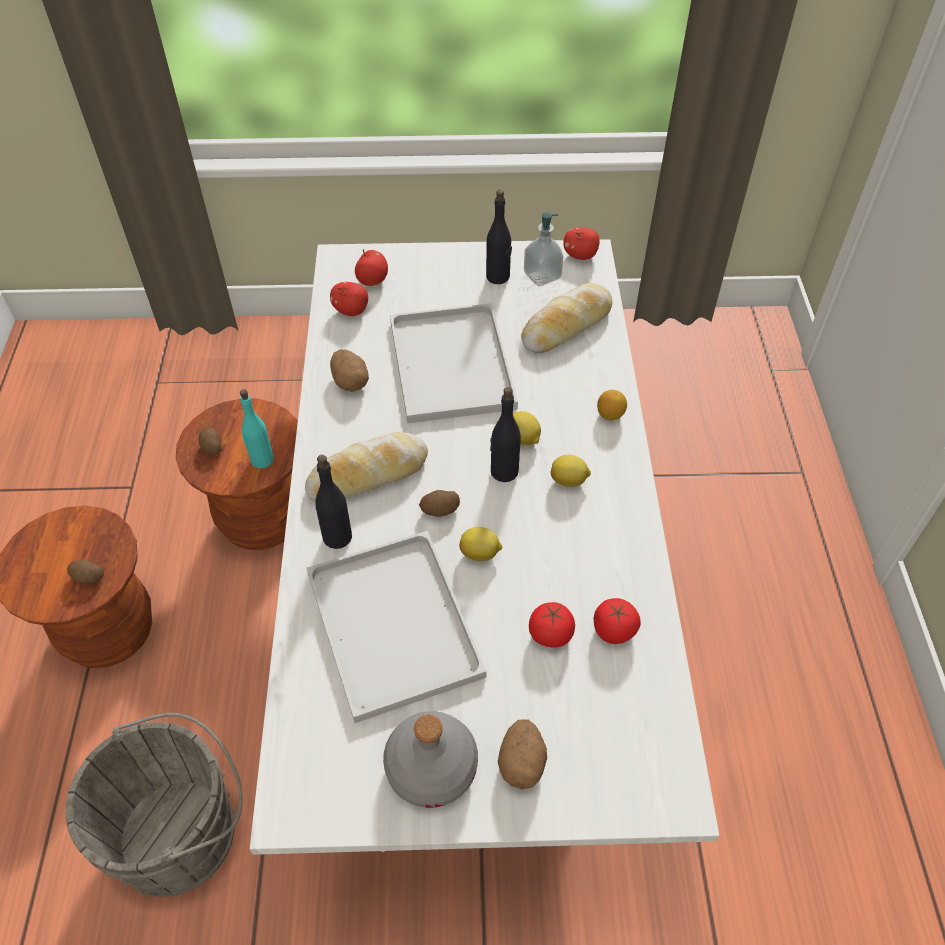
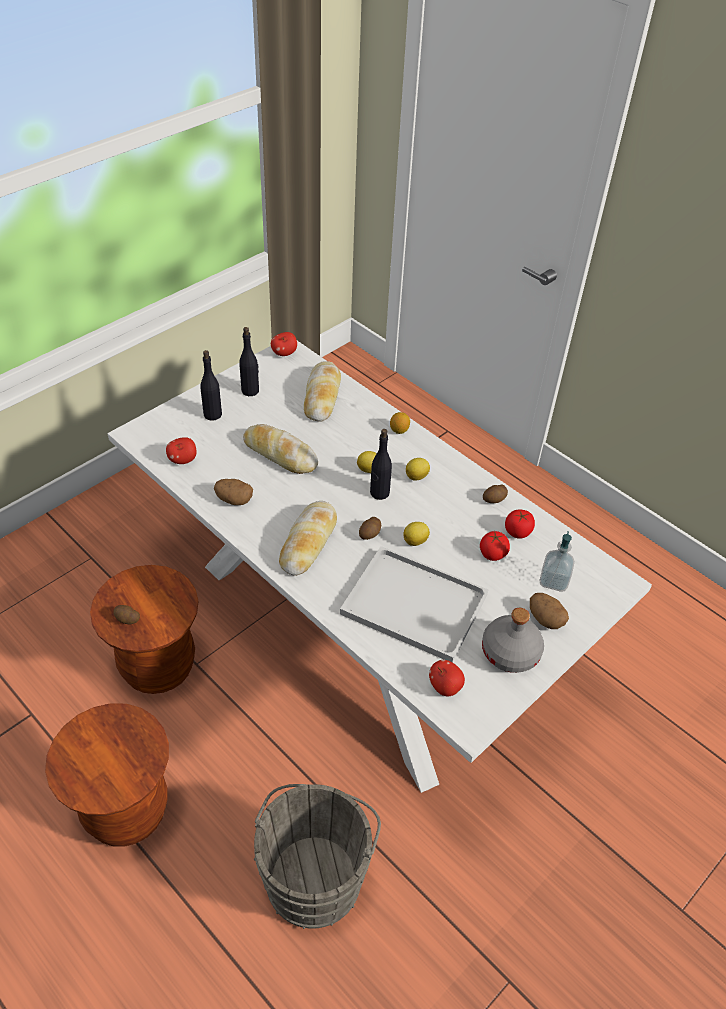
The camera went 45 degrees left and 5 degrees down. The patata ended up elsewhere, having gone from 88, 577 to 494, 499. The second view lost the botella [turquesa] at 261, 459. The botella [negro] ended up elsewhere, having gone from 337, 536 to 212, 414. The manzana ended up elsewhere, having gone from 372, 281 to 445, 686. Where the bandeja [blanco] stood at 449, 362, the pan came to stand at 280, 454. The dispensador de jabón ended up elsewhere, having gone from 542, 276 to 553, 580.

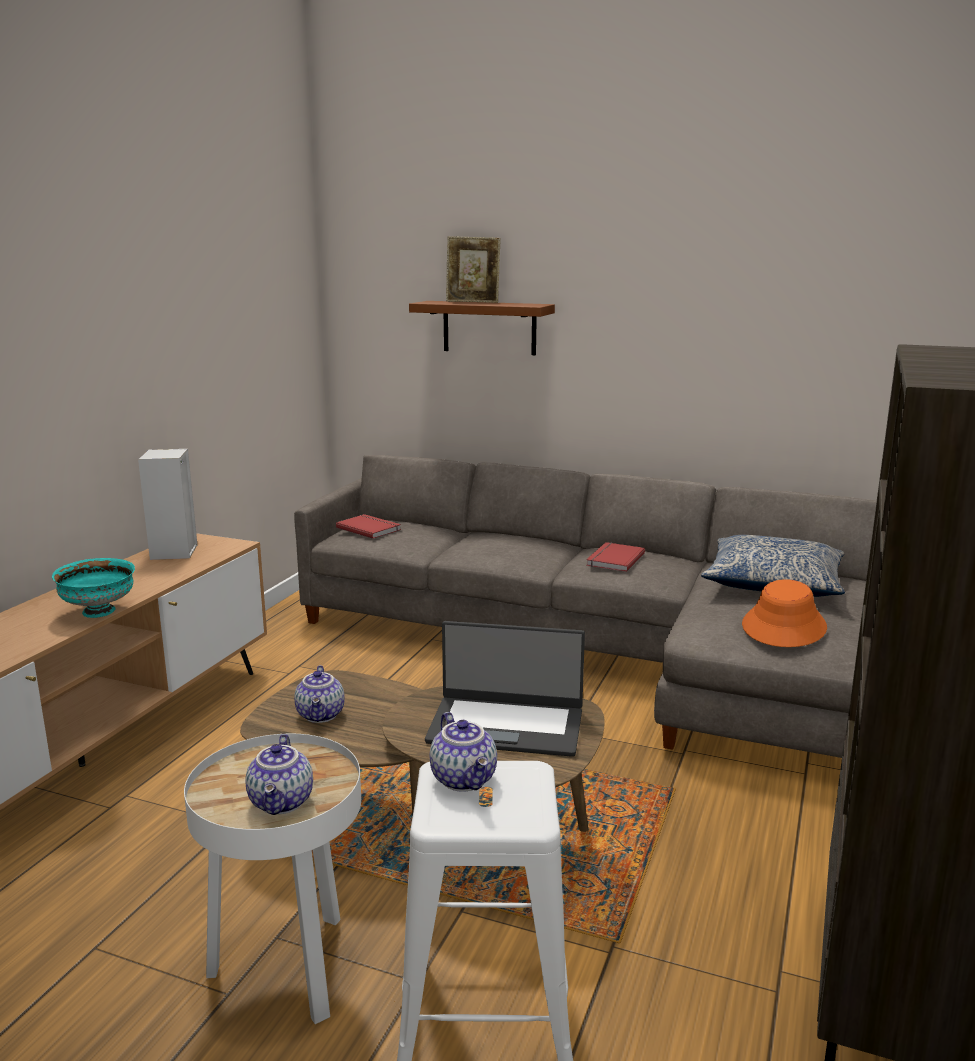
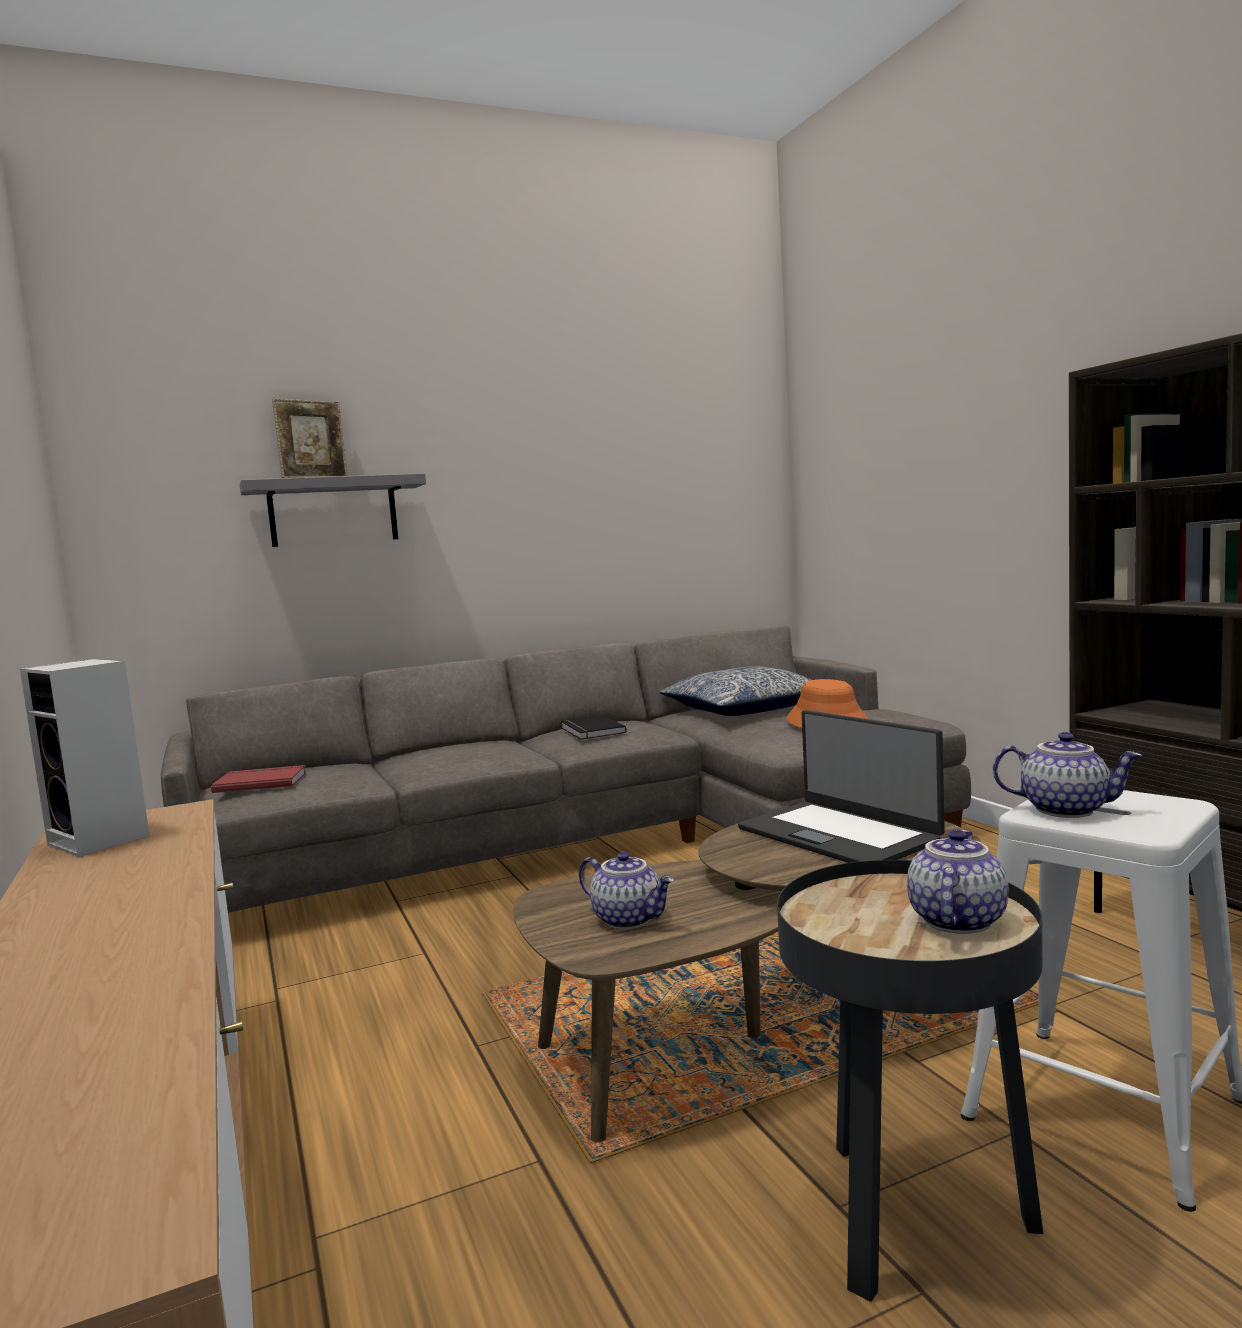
The camera went 45 degrees left and 10 degrees down. The second view lost the cuenco [turquesa] at 100, 612. What was the mesa auxiliar [blanco] at 290, 967 turned into the mesa auxiliar [negro] at 913, 1216. The tetera at 283, 802 ended up facing another way, 105 degrees counterclockwise from before. What was the estante [marrón] at 489, 327 turned into the estante [gris] at 333, 512. The portátil at 506, 726 ended up facing another way, 90 degrees clockwise from before. What was the libro [rojo] at 613, 559 turned into the libro [negro] at 590, 731.

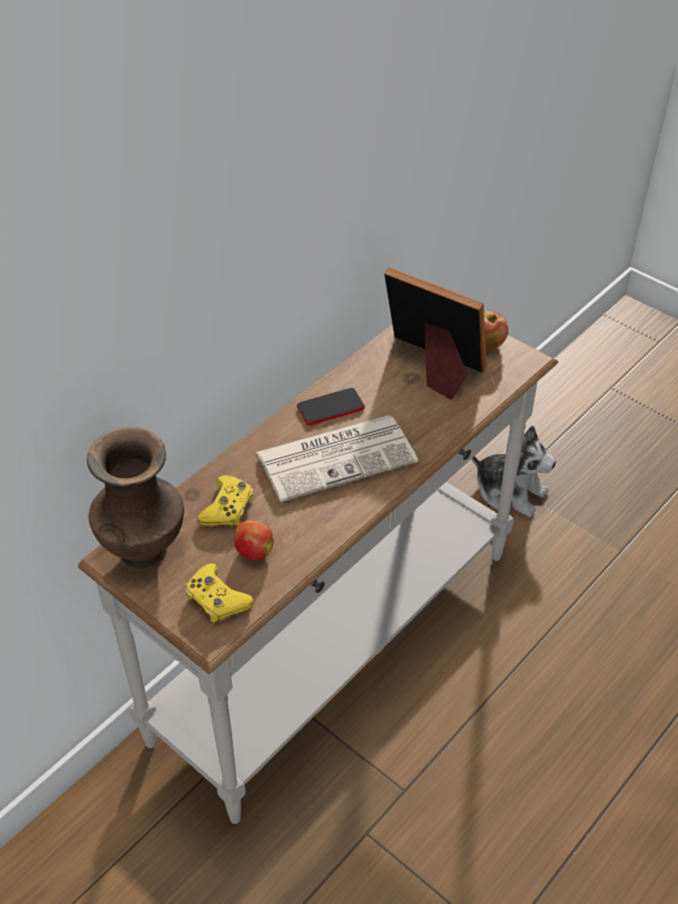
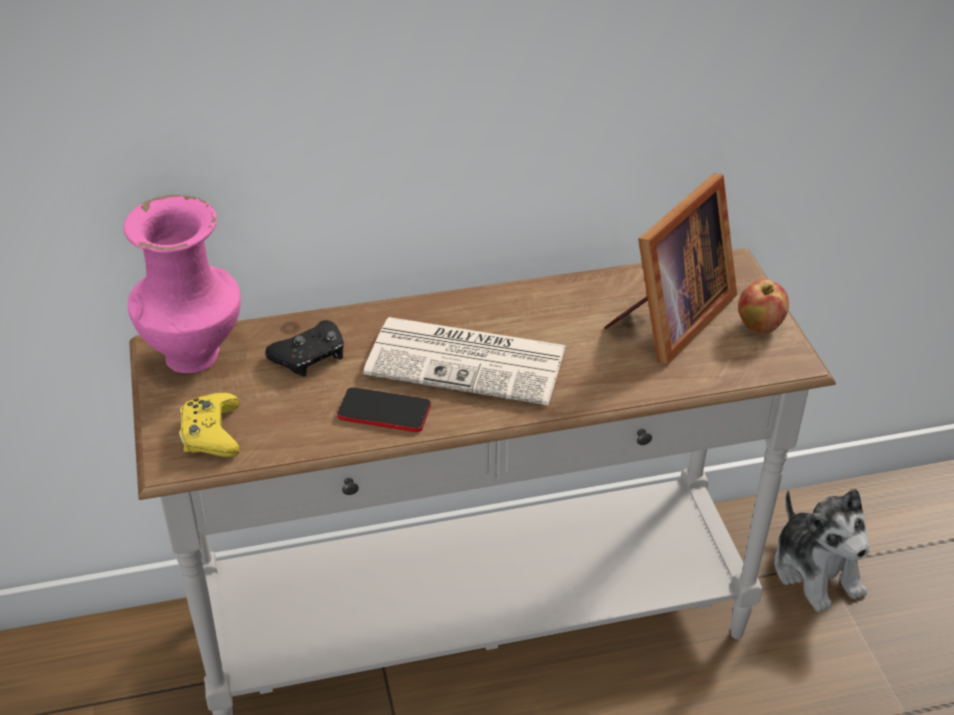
The camera went 35 degrees right and 5 degrees down. What was the florero [marrón] at 144, 549 turned into the florero [rosa] at 195, 354. What was the mando de consola [amarillo] at 228, 508 turned into the mando de consola [negro] at 310, 356. The second view lost the manzana at 253, 551. The móvil ended up elsewhere, having gone from 330, 408 to 384, 411. The portarretratos at 433, 366 ended up facing another way, 60 degrees clockwise from before.

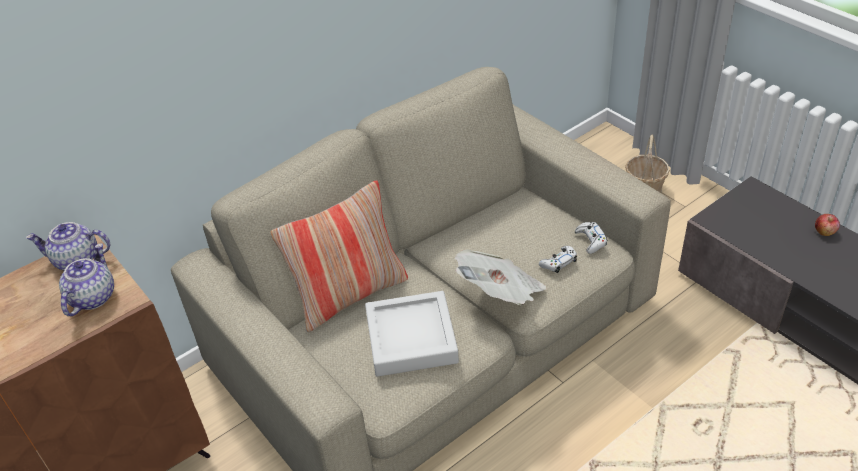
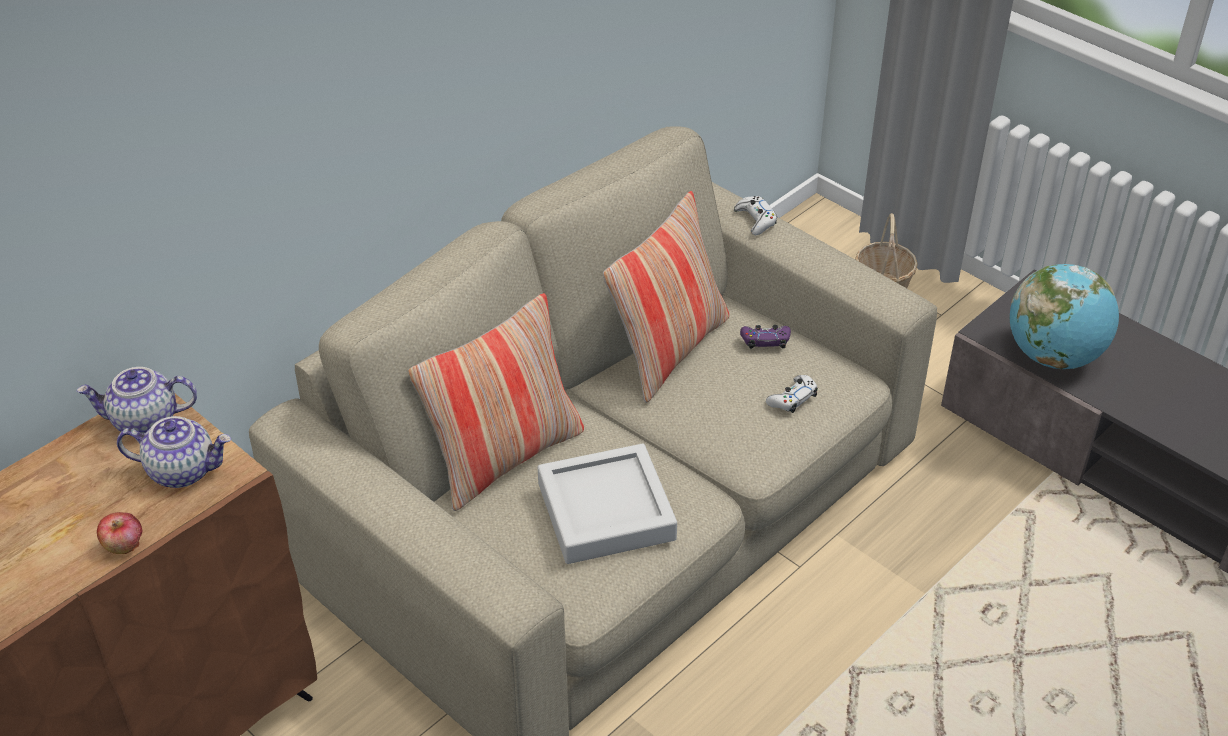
The camera went 10 degrees left and 0 degrees up. The tetera at 92, 297 ended up facing another way, 90 degrees clockwise from before. The second view lost the periódico at 501, 293. The mando de consola [blanco] ended up elsewhere, having gone from 591, 240 to 755, 220. The manzana ended up elsewhere, having gone from 824, 232 to 124, 545. The second view gained the cojín at 668, 350. The second view gained the mando de consola [morado] at 765, 340. The second view gained the globo terráqueo at 1054, 356.

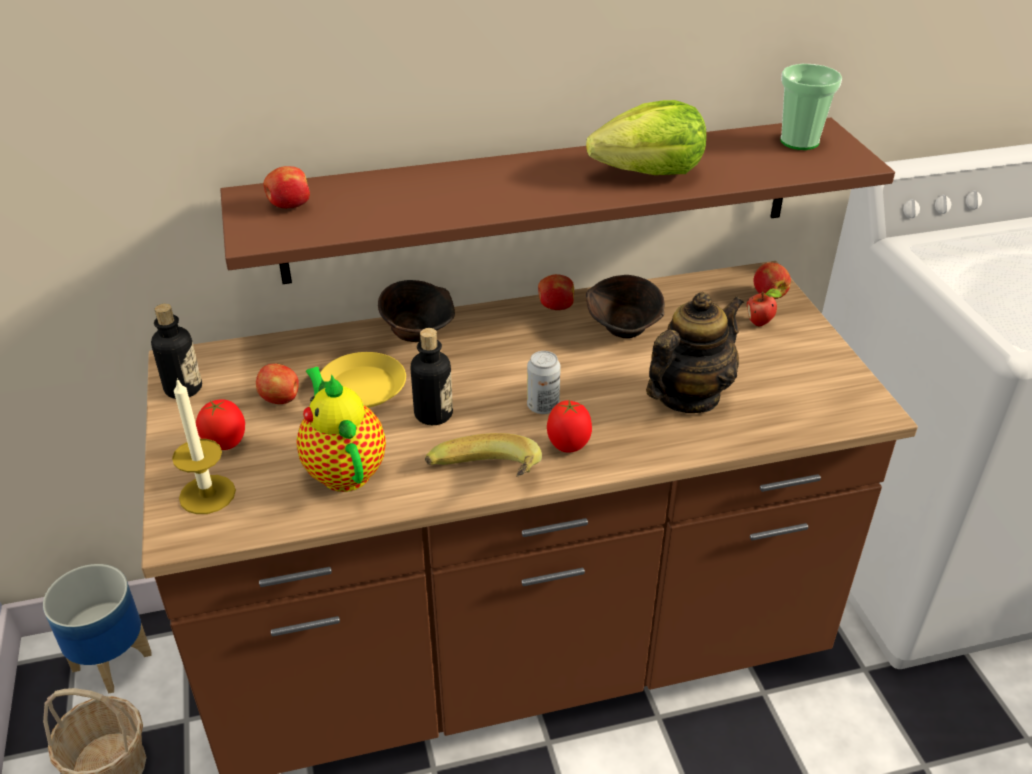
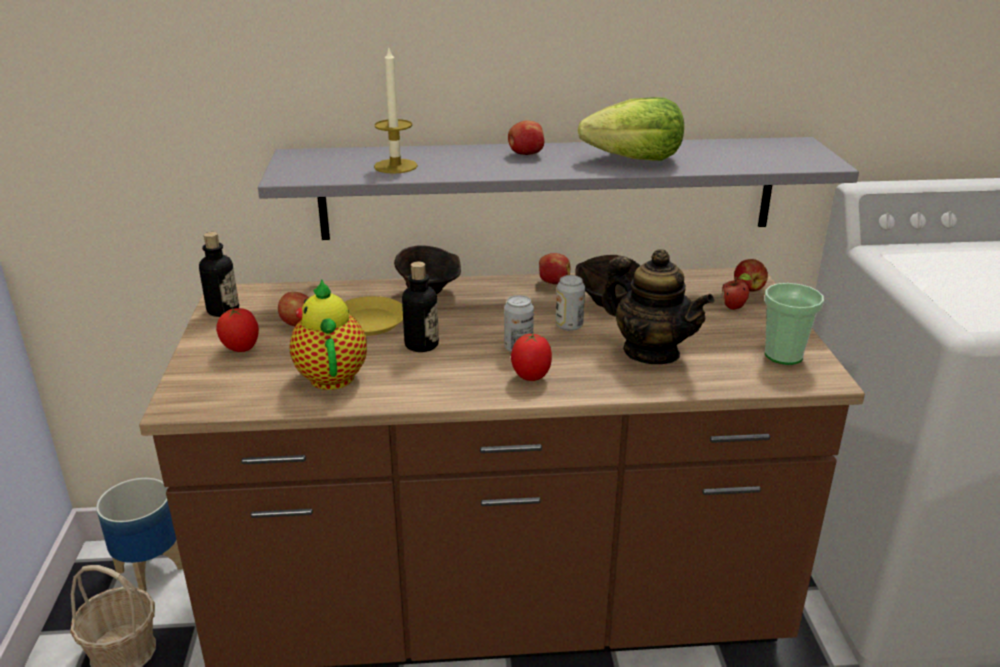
The camera went 10 degrees right and 10 degrees down. The vela ended up elsewhere, having gone from 207, 494 to 395, 166. What was the estante [marrón] at 543, 200 turned into the estante [gris] at 548, 188. The manzana ended up elsewhere, having gone from 289, 206 to 525, 154. The second view lost the plátano at 486, 483. The tetera at 687, 396 ended up facing another way, 75 degrees clockwise from before. The taza ended up elsewhere, having gone from 799, 141 to 783, 355. The second view gained the lata at 569, 326.

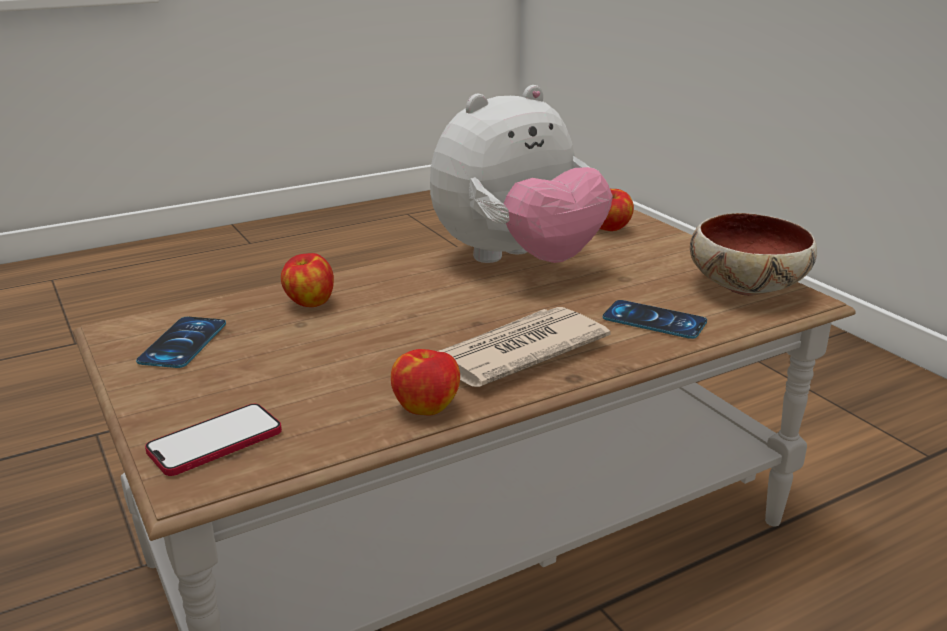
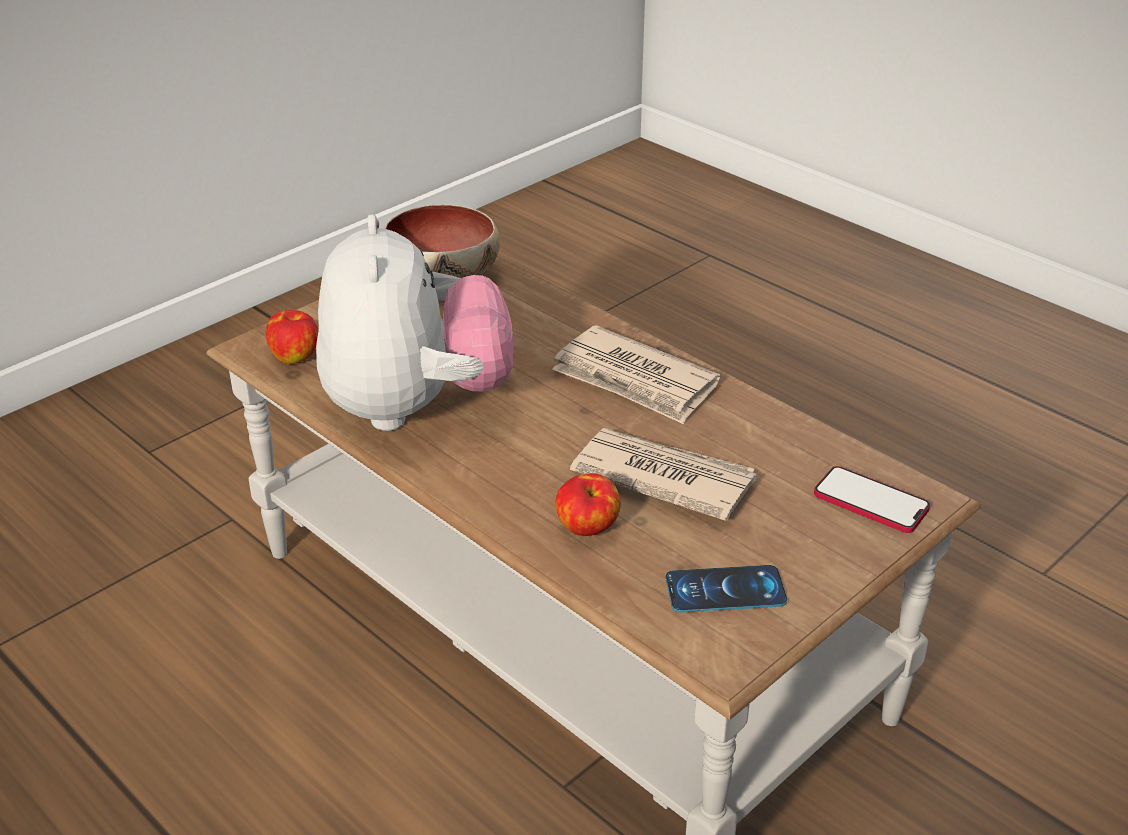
The camera went 105 degrees left and 10 degrees up. The second view lost the manzana at 426, 407. The peluche at 517, 261 ended up facing another way, 45 degrees clockwise from before. The second view lost the móvil at 654, 320. The second view gained the periódico at 662, 477.

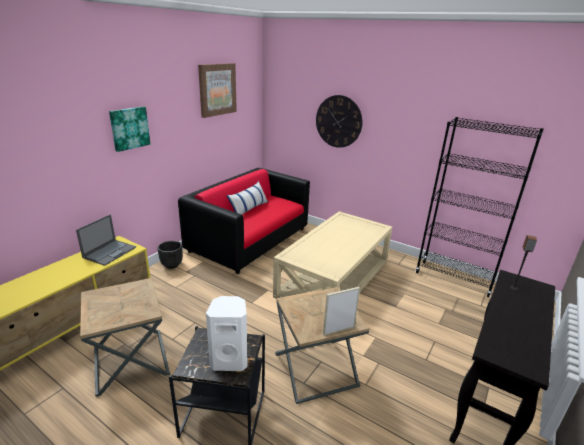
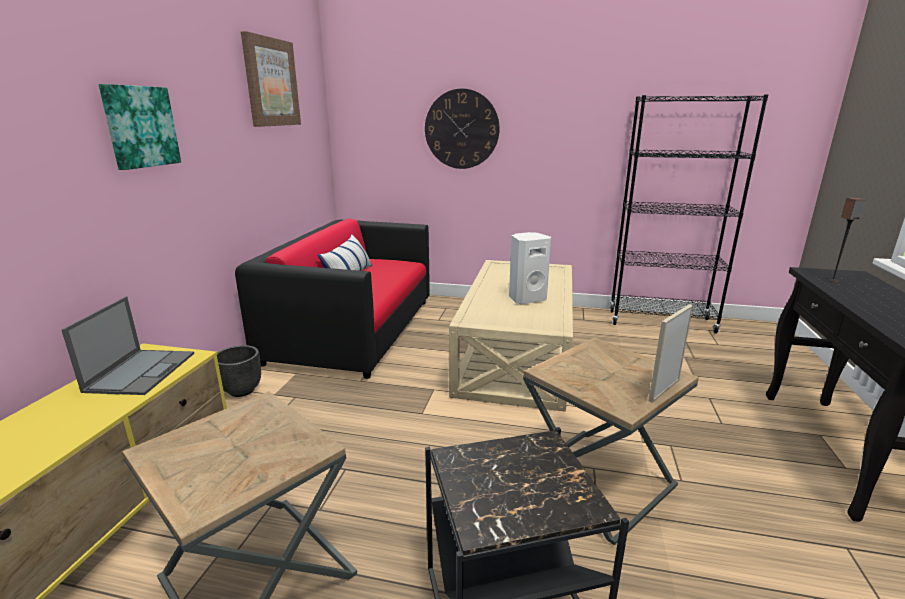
The camera went 20 degrees left and 5 degrees down. The altavoz [blanco] ended up elsewhere, having gone from 230, 360 to 526, 299.

